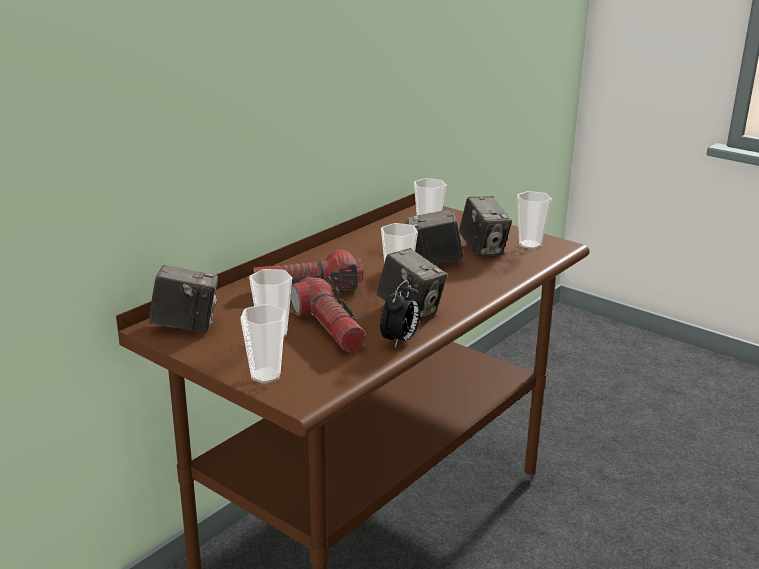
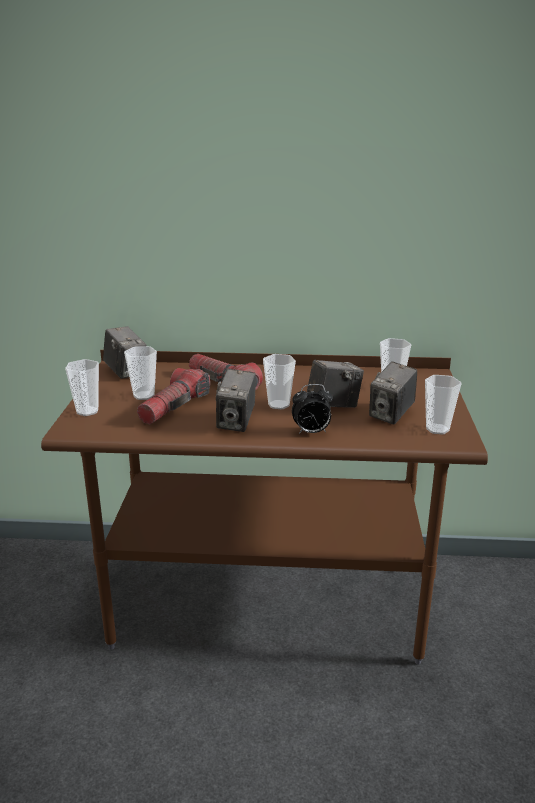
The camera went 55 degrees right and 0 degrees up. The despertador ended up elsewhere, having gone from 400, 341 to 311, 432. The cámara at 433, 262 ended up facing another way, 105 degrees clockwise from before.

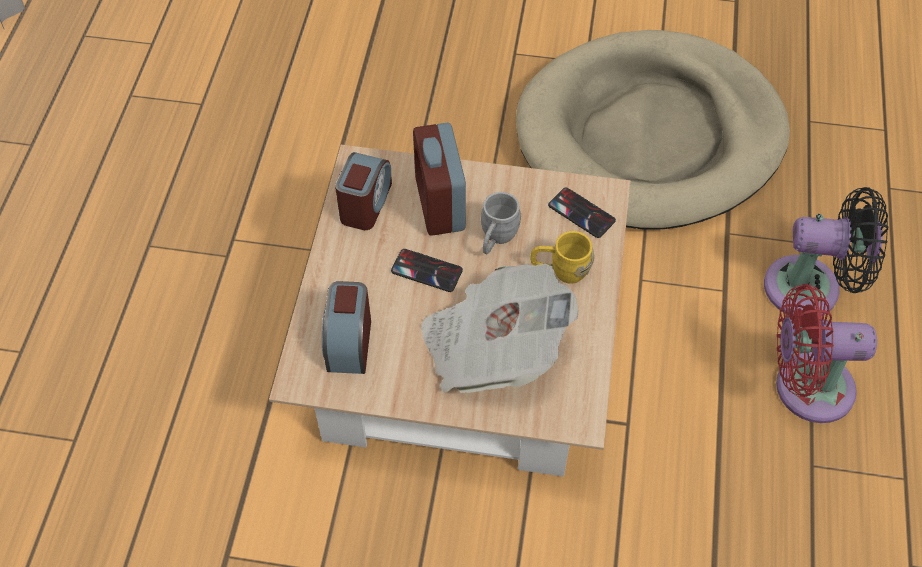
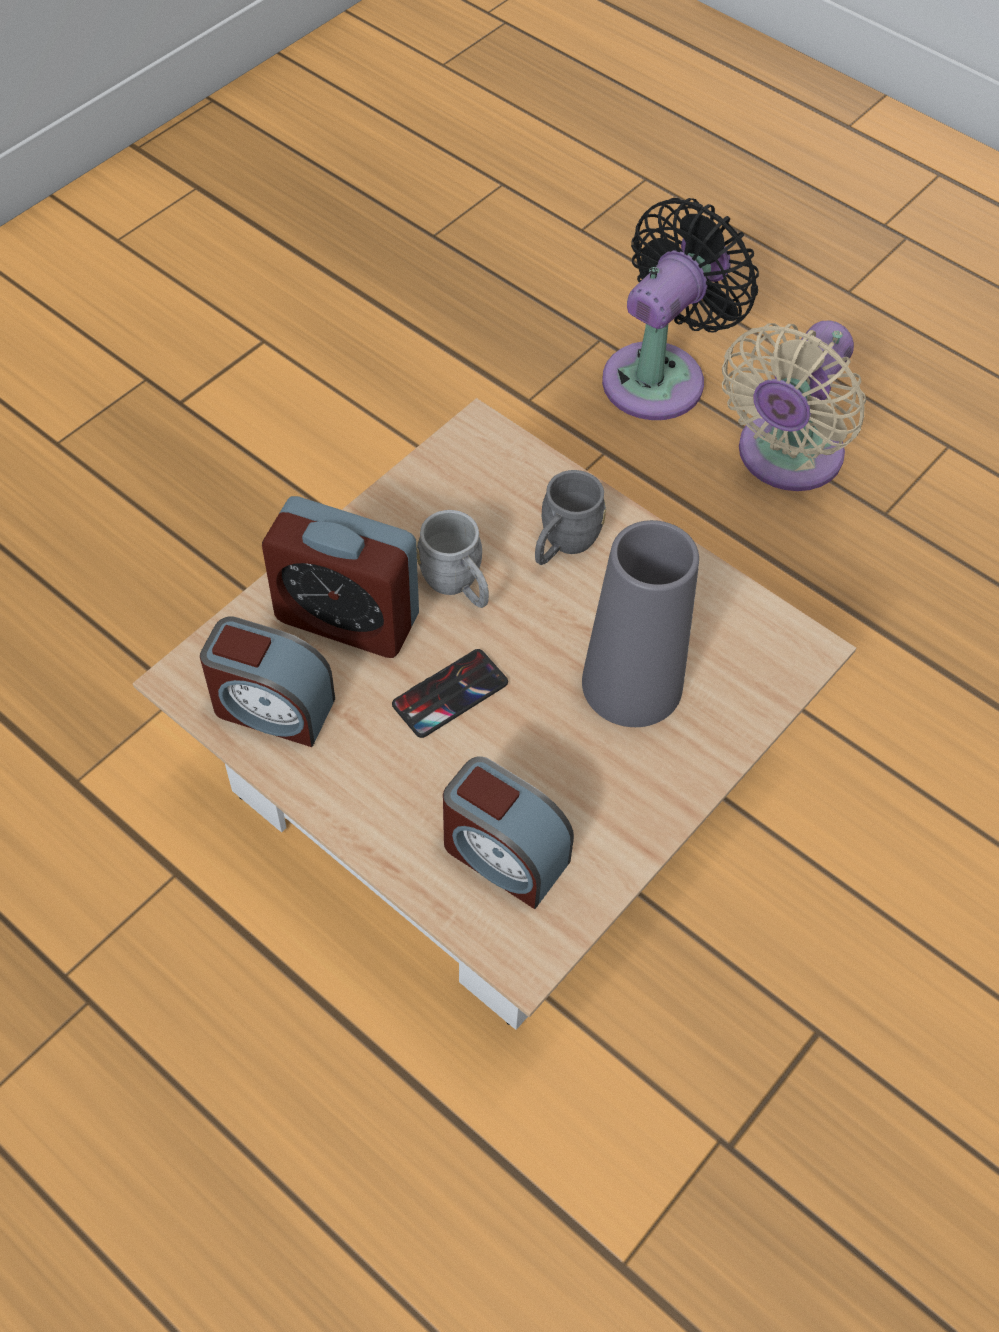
The camera went 60 degrees left and 0 degrees up. The despertador at 365, 203 ended up facing another way, 150 degrees clockwise from before. Where the periódico stood at 493, 348, the florero [gris] came to stand at 632, 684. The second view lost the cama para perro [beis] at 650, 136. What was the taza grande [amarillo] at 560, 270 turned into the taza grande [gris] at 562, 545. The second view lost the móvil at 581, 213. What was the ventilador [rojo] at 805, 387 turned into the ventilador [beis] at 784, 459.

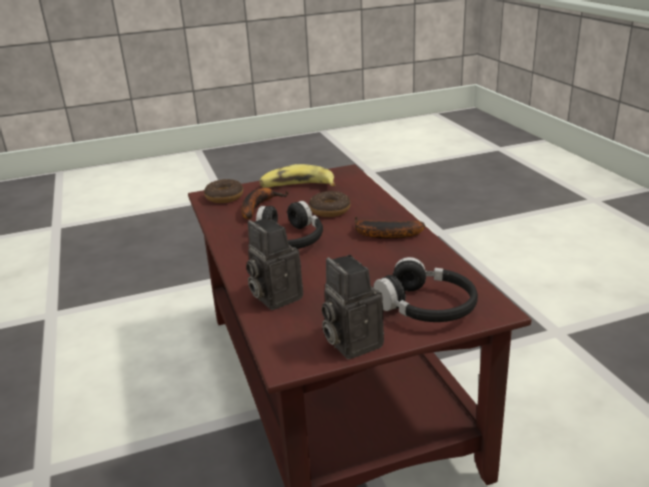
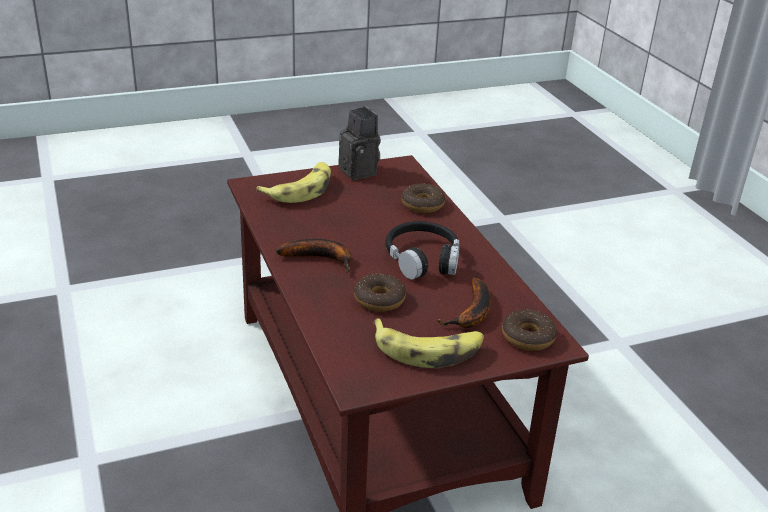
The camera went 175 degrees right and 5 degrees up. Where the cámara stood at 274, 296, the rosquilla came to stand at 422, 204. Where the auriculares [negro] stood at 426, 306, the plátano came to stand at 300, 190.

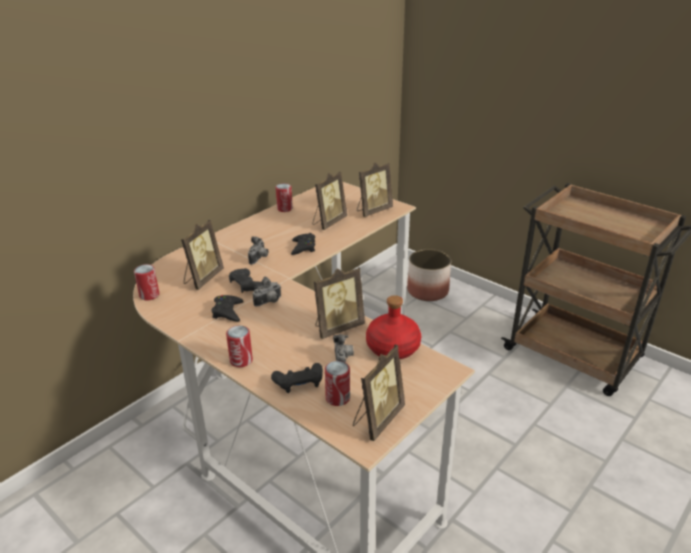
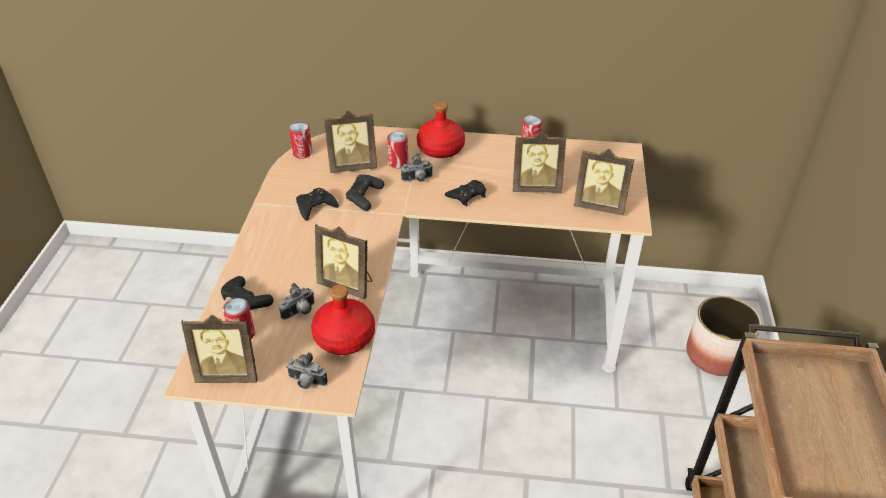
The camera went 55 degrees right and 10 degrees up. The lata ended up elsewhere, having gone from 241, 360 to 398, 163. The cámara ended up elsewhere, having gone from 269, 302 to 306, 382. The second view gained the botella [rojo] at 441, 149.

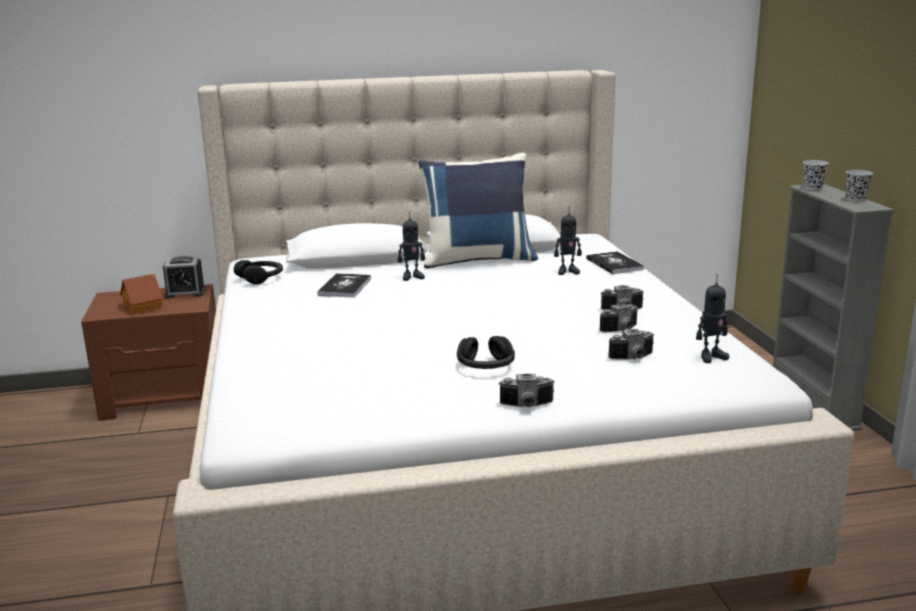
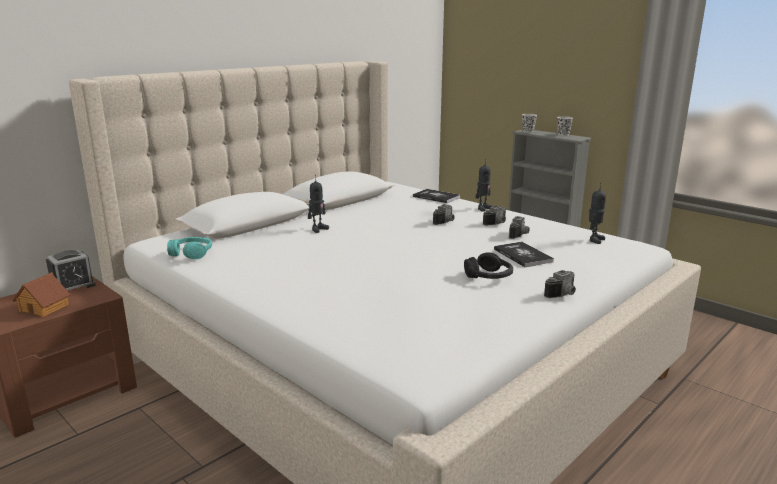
The camera went 35 degrees left and 0 degrees up. What was the auriculares [negro] at 260, 278 turned into the auriculares [turquesa] at 191, 253. The libro ended up elsewhere, having gone from 345, 287 to 522, 255. The second view lost the cojín [azul] at 478, 259. The robot de juguete ended up elsewhere, having gone from 567, 271 to 483, 208. The cámara ended up elsewhere, having gone from 634, 358 to 446, 222.

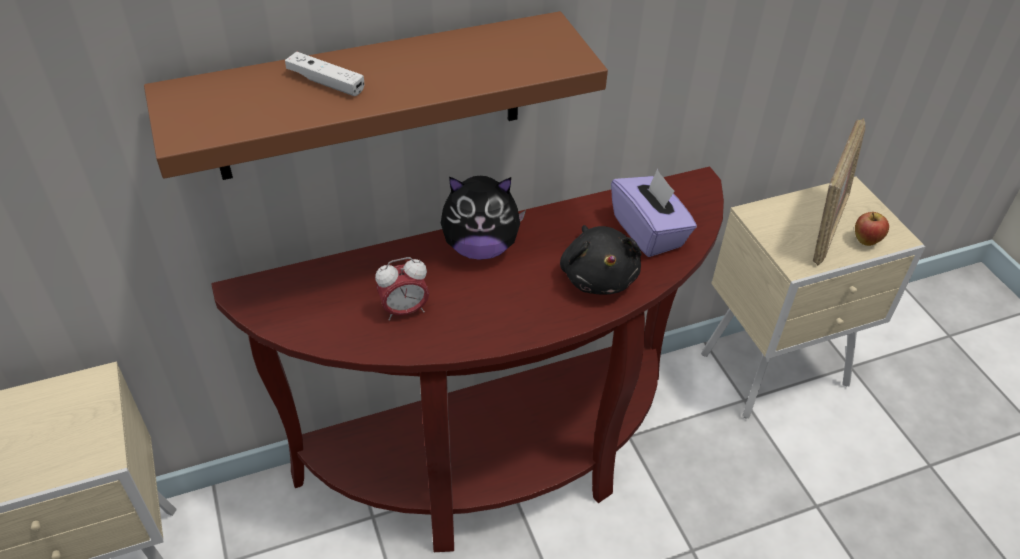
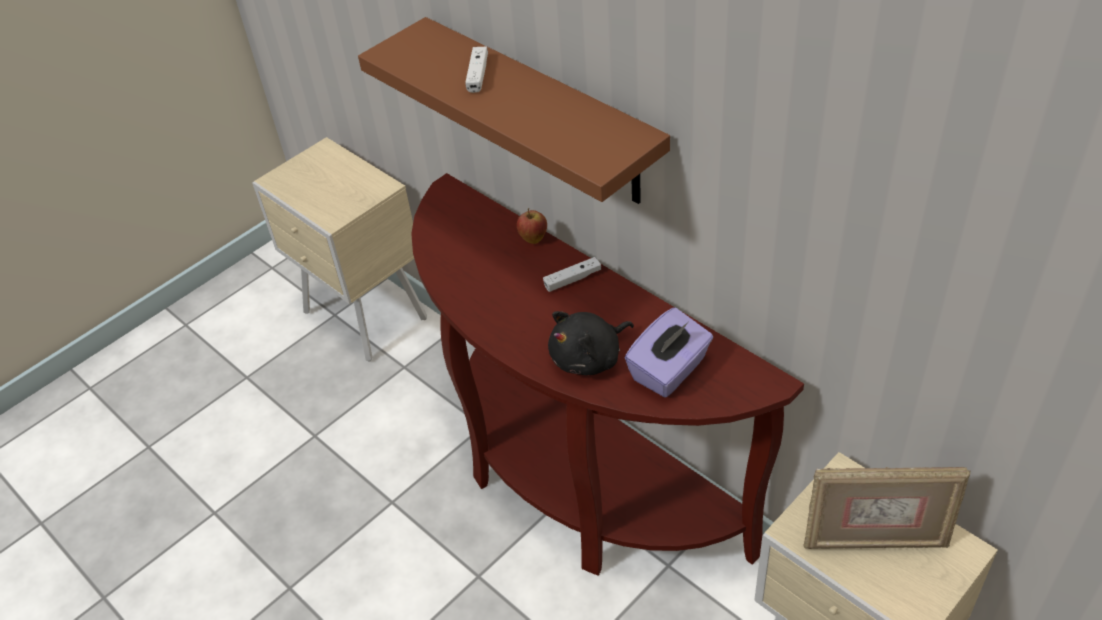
The camera went 70 degrees right and 0 degrees up. The second view lost the despertador at 404, 310. Where the peluche stood at 480, 248, the mando de consola [blanco] came to stand at 572, 279. The manzana ended up elsewhere, having gone from 865, 241 to 533, 239.

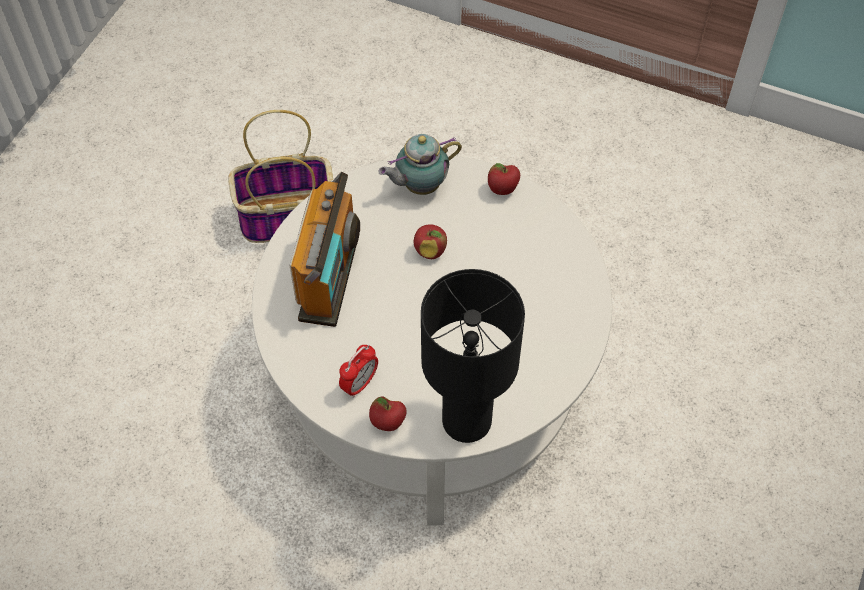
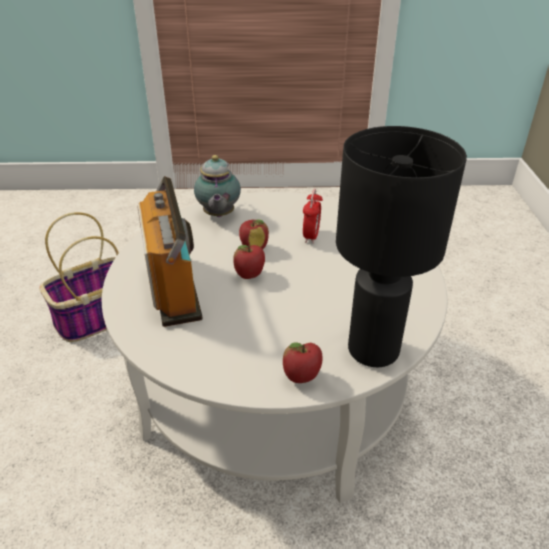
The camera went 25 degrees left and 20 degrees down. The despertador ended up elsewhere, having gone from 359, 384 to 311, 236. The tetera at 419, 186 ended up facing another way, 45 degrees counterclockwise from before. The manzana ended up elsewhere, having gone from 502, 190 to 249, 275.

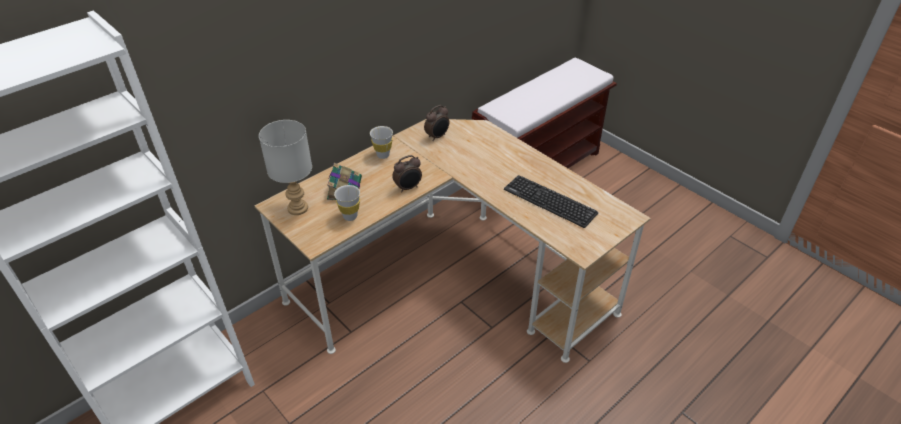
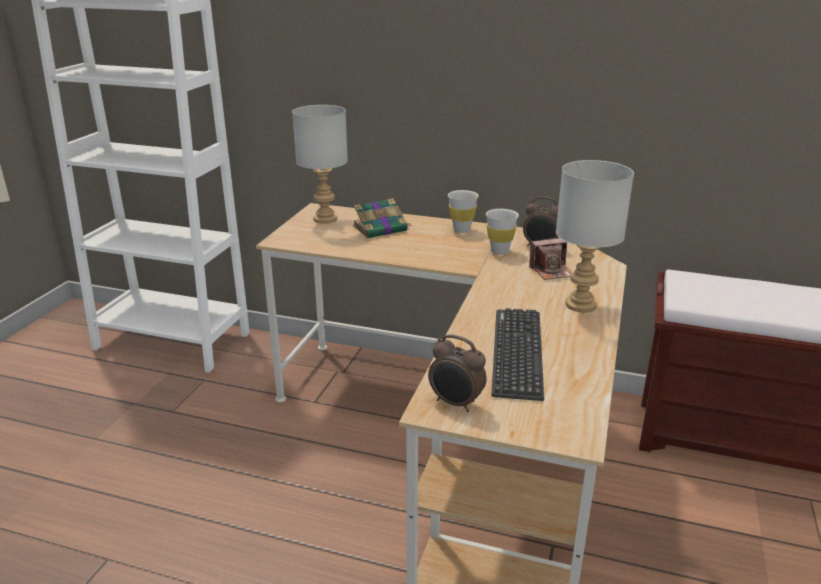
The camera went 60 degrees right and 15 degrees down. The taza [blanco] ended up elsewhere, having gone from 350, 216 to 499, 251. The despertador ended up elsewhere, having gone from 408, 188 to 455, 403. The second view gained the cámara at 551, 271. The second view gained the lámpara de mesa [gris] at 581, 305.

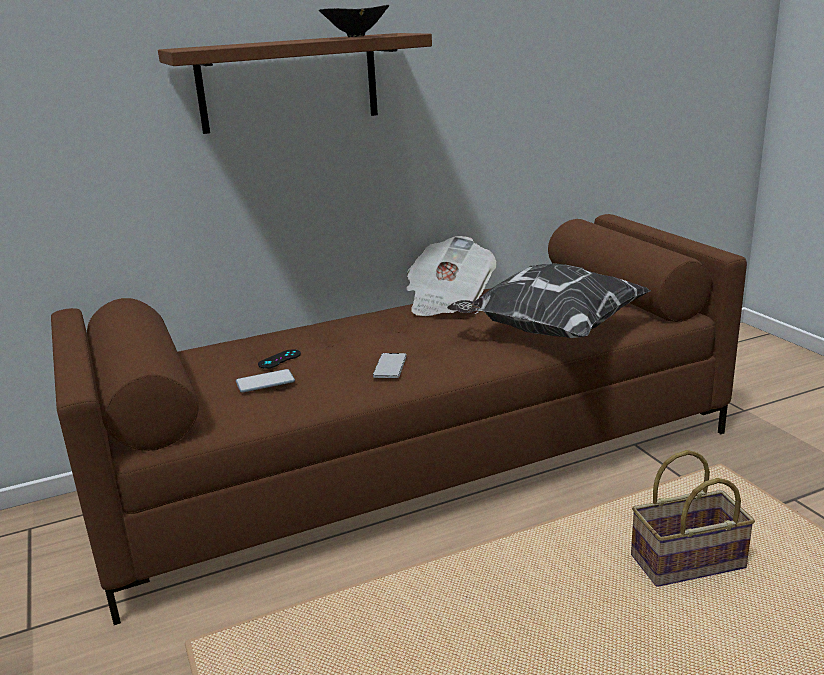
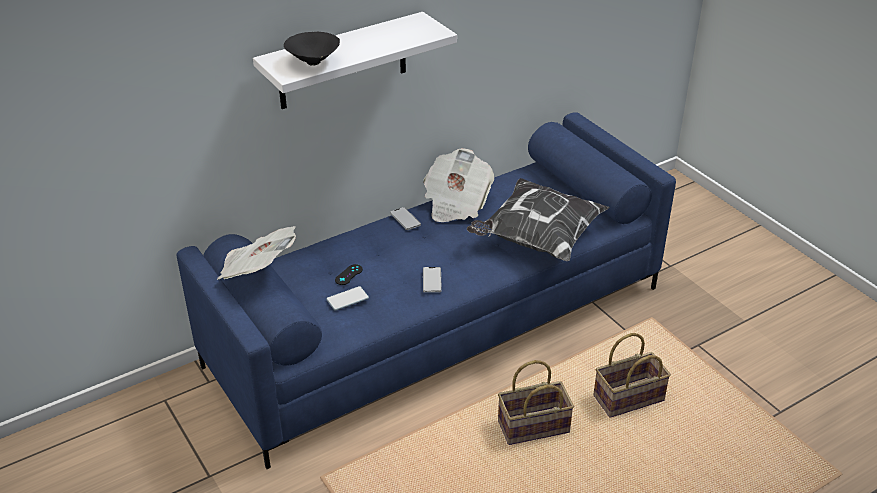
The camera went 10 degrees left and 15 degrees up. What was the sofá [marrón] at 420, 461 turned into the sofá [azul] at 439, 324. What was the estante [marrón] at 289, 83 turned into the estante [blanco] at 343, 61. The cuenco [negro] ended up elsewhere, having gone from 356, 37 to 313, 63. The second view gained the periódico at 258, 270. The second view gained the móvil at 405, 219. The second view gained the cesta at 532, 428.

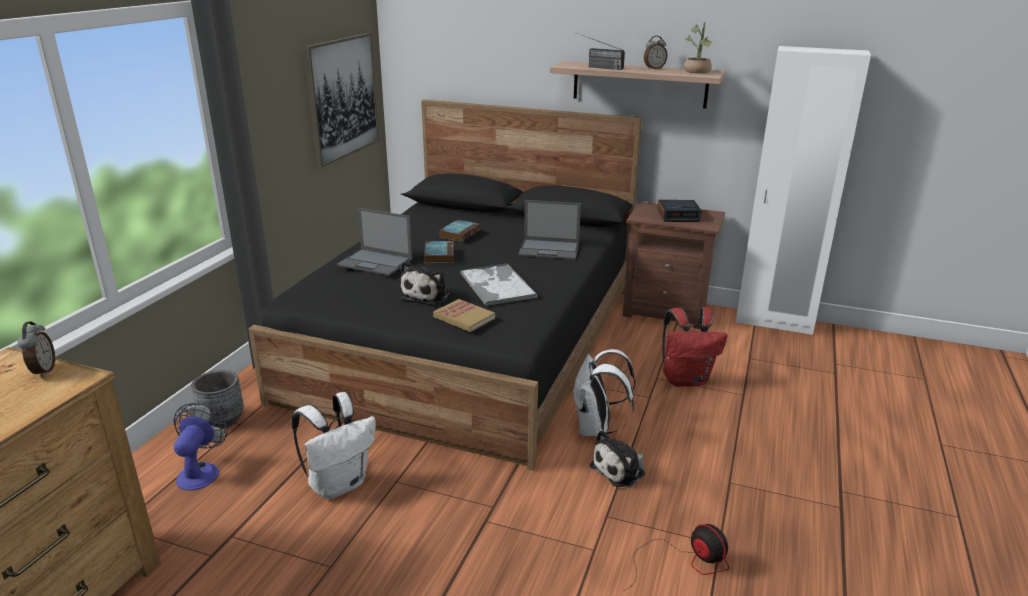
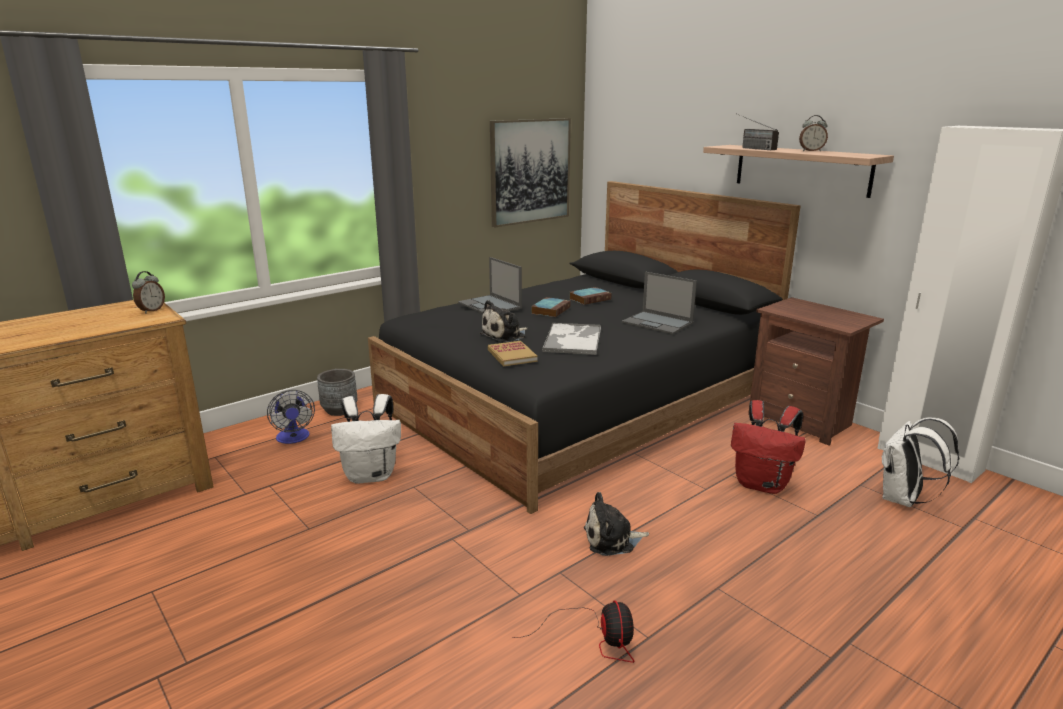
The camera went 30 degrees right and 5 degrees down. The ventilador at 201, 471 ended up facing another way, 120 degrees clockwise from before. The mochila [blanco] ended up elsewhere, having gone from 596, 429 to 903, 499. The second view lost the despertador at 678, 216. The second view lost the planta en maceta at 697, 72.

